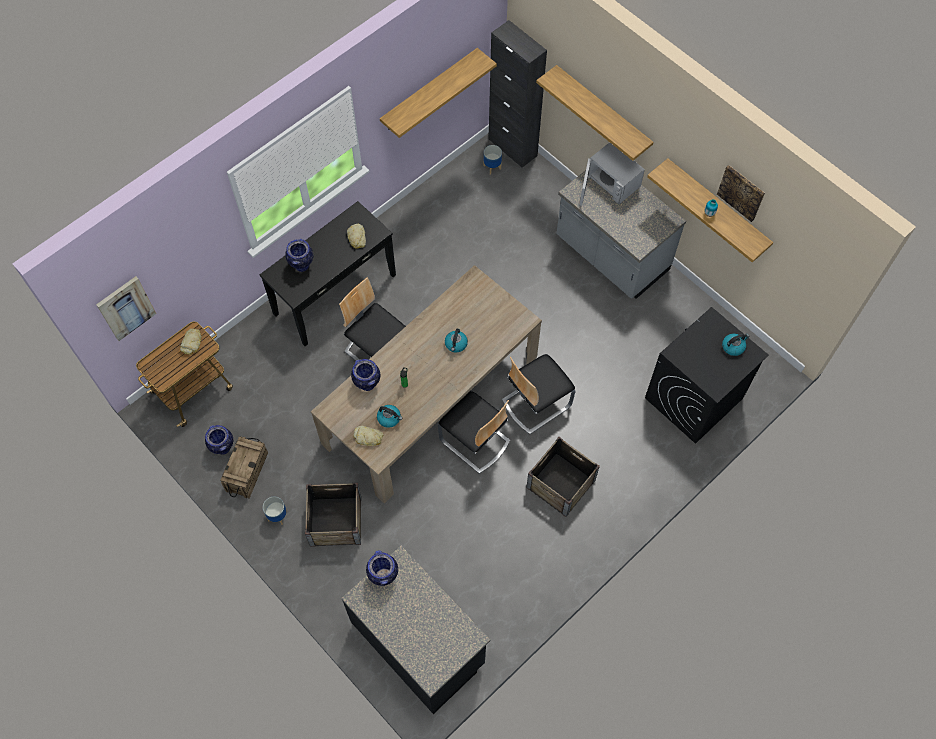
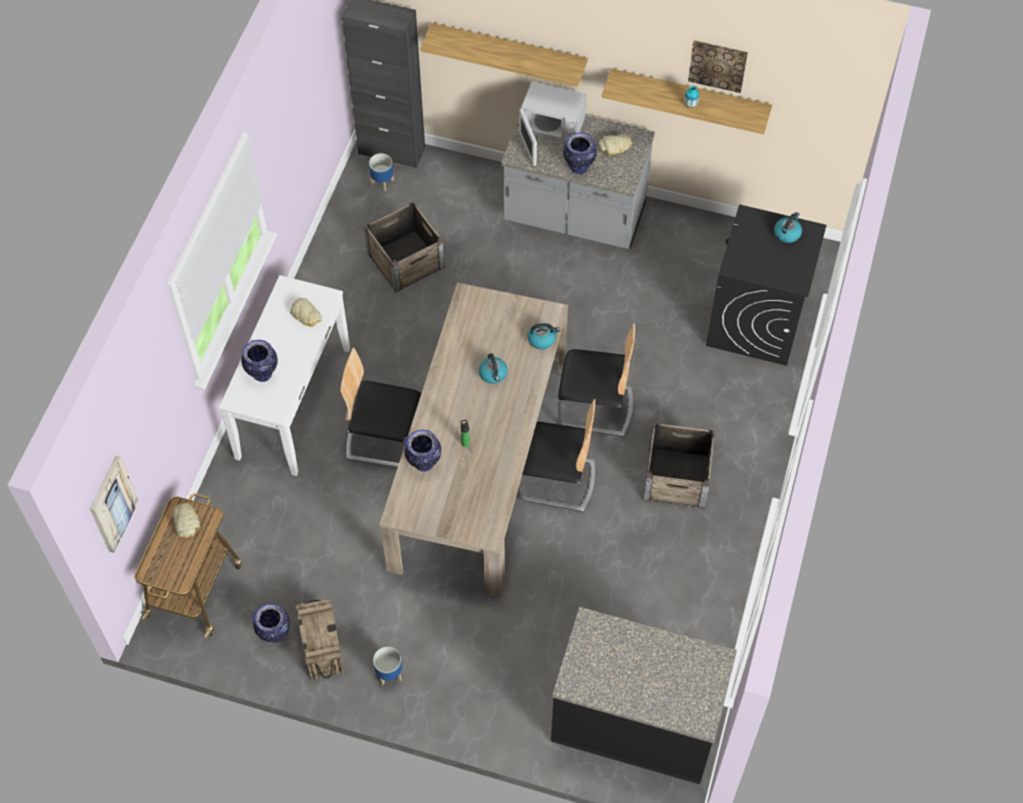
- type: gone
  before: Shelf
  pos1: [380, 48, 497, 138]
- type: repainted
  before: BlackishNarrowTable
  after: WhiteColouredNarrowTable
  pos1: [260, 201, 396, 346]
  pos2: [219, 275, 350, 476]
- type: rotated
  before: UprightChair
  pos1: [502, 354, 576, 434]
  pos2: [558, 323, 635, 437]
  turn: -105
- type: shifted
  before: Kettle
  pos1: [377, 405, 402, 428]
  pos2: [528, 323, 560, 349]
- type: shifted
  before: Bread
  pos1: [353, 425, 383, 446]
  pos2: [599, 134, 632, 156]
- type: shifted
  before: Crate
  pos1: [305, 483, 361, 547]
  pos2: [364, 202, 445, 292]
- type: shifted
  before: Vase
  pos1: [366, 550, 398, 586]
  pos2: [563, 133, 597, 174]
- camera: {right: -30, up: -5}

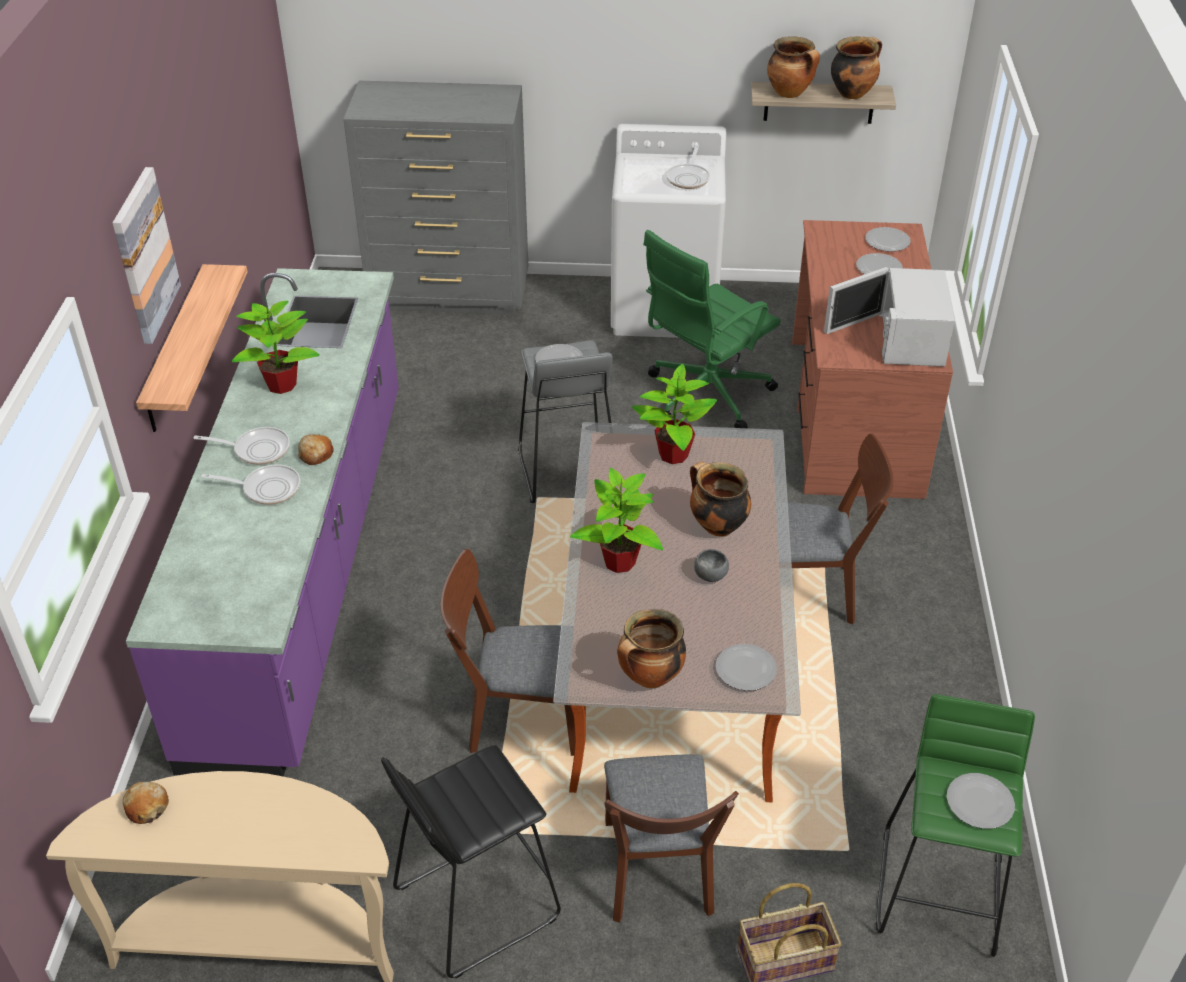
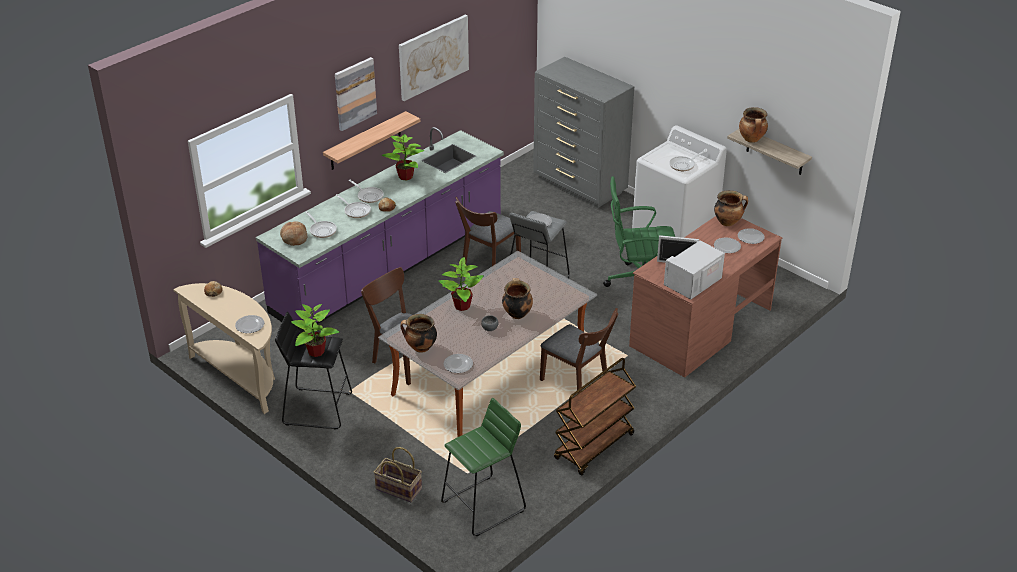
- type: shifted
  before: Stockpot
  pos1: [831, 36, 882, 99]
  pos2: [714, 190, 748, 226]
- type: shifted
  before: PottedPlant
  pos1: [632, 364, 717, 464]
  pos2: [291, 304, 339, 357]
- type: shifted
  before: BrownColouredUprightChair
  pos1: [604, 754, 739, 923]
  pos2: [455, 197, 521, 266]
- type: shifted
  before: DinnerPlate
  pos1: [947, 773, 1015, 829]
  pos2: [235, 315, 264, 333]
- type: new
  after: Picture
  pos2: [399, 15, 469, 101]
- type: new
  after: Skillet
  pos2: [306, 211, 337, 238]
- type: new
  after: Bread
  pos2: [280, 221, 307, 246]
- type: new
  after: BrownColouredTrolley
  pos2: [554, 358, 636, 476]
- camera: {right: 40, up: -5}

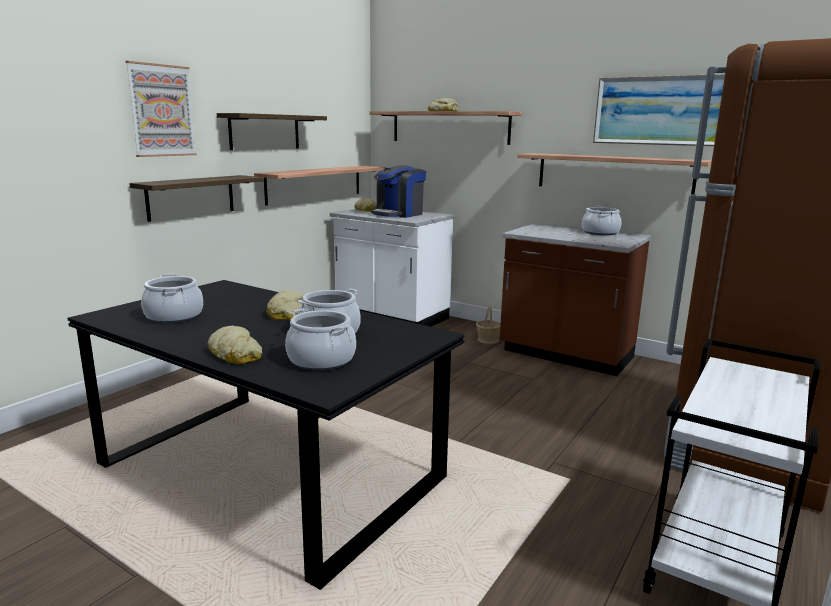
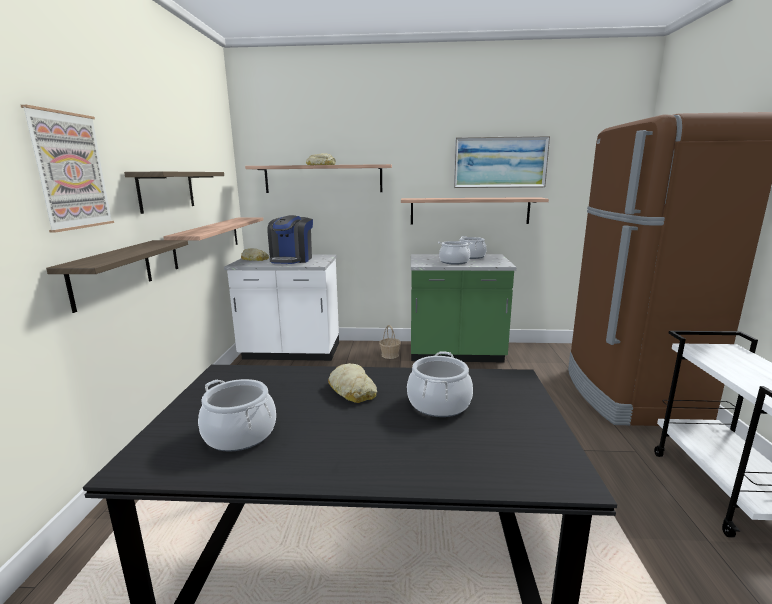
- type: repainted
  before: BrownColouredKitchenCounter
  after: GreenishKitchenCounter
  pos1: [500, 223, 651, 376]
  pos2: [411, 254, 517, 362]
- type: shifted
  before: Stockpot
  pos1: [285, 309, 356, 371]
  pos2: [438, 241, 472, 265]
- type: gone
  before: Bread
  pos1: [207, 326, 262, 364]
- camera: {right: -30, up: 0}

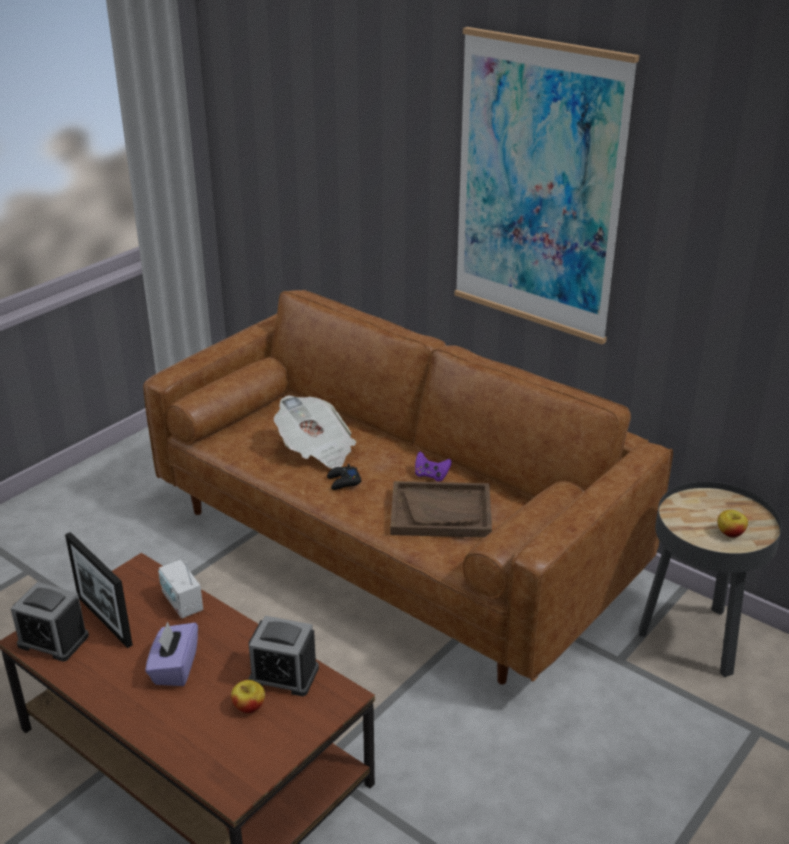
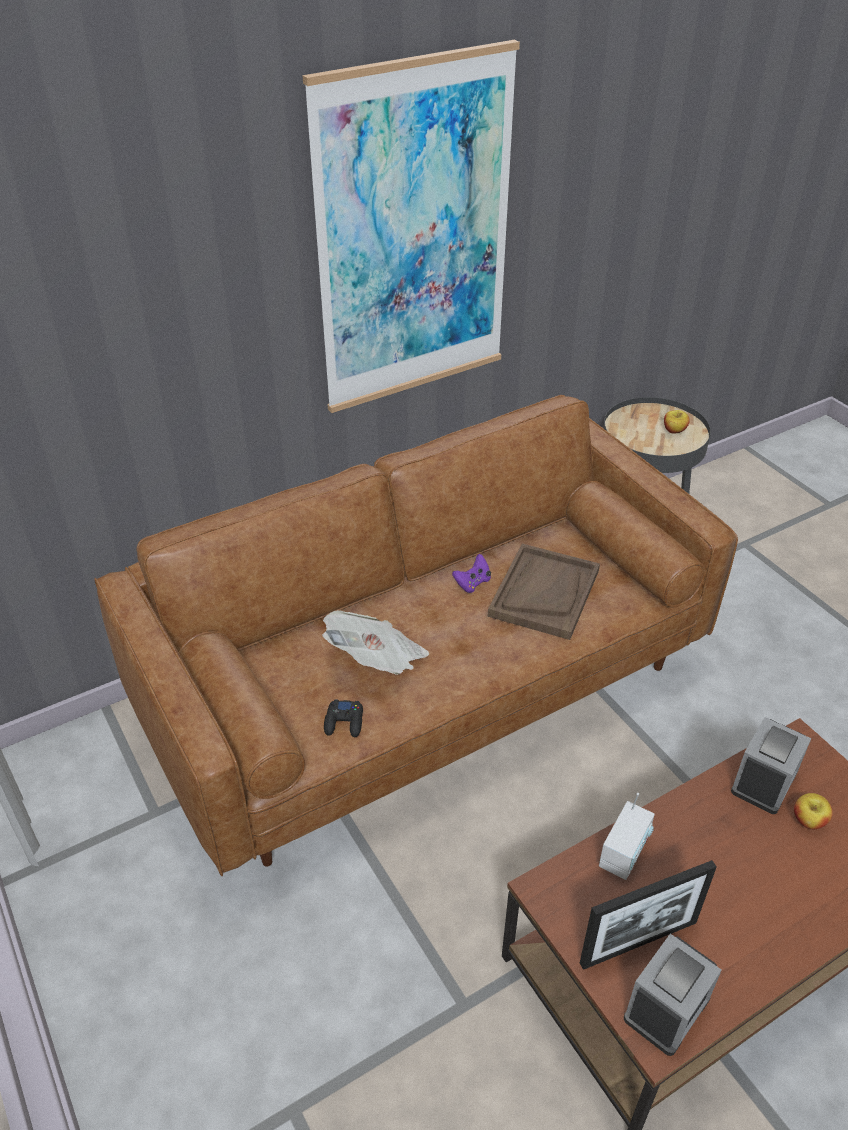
- type: shifted
  before: BlackishGamepad
  pos1: [327, 464, 361, 490]
  pos2: [324, 699, 363, 737]
- type: rotated
  before: RadioReceiver
  pos1: [158, 560, 203, 618]
  pos2: [599, 793, 655, 880]
  turn: -45
- type: gone
  before: PurpleTissueHolder
  pos1: [145, 622, 198, 686]
- camera: {right: -70, up: 10}

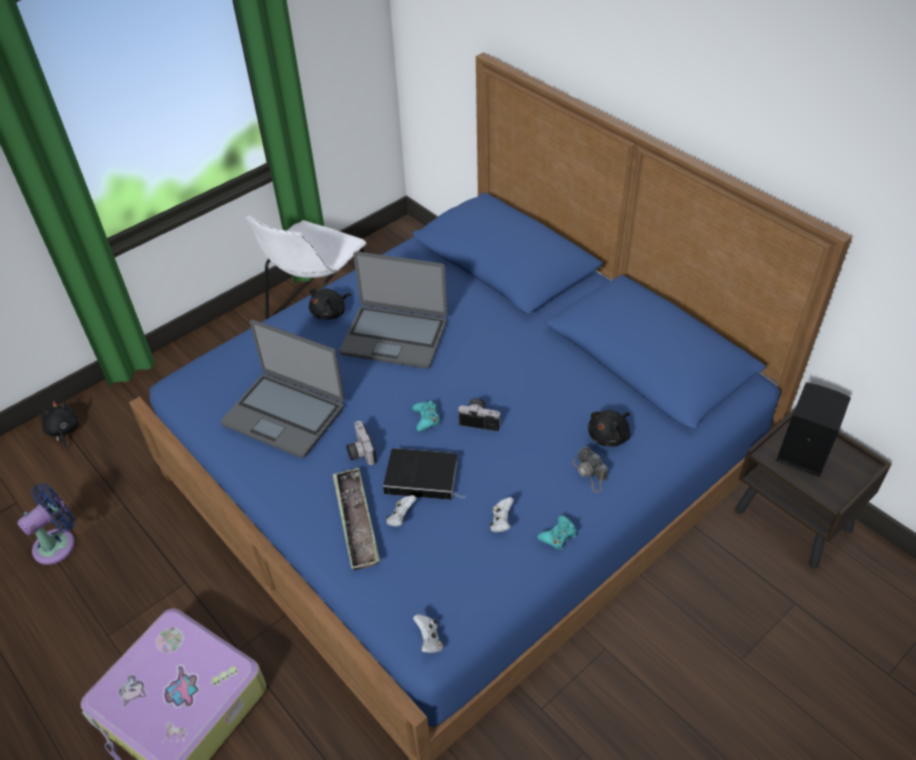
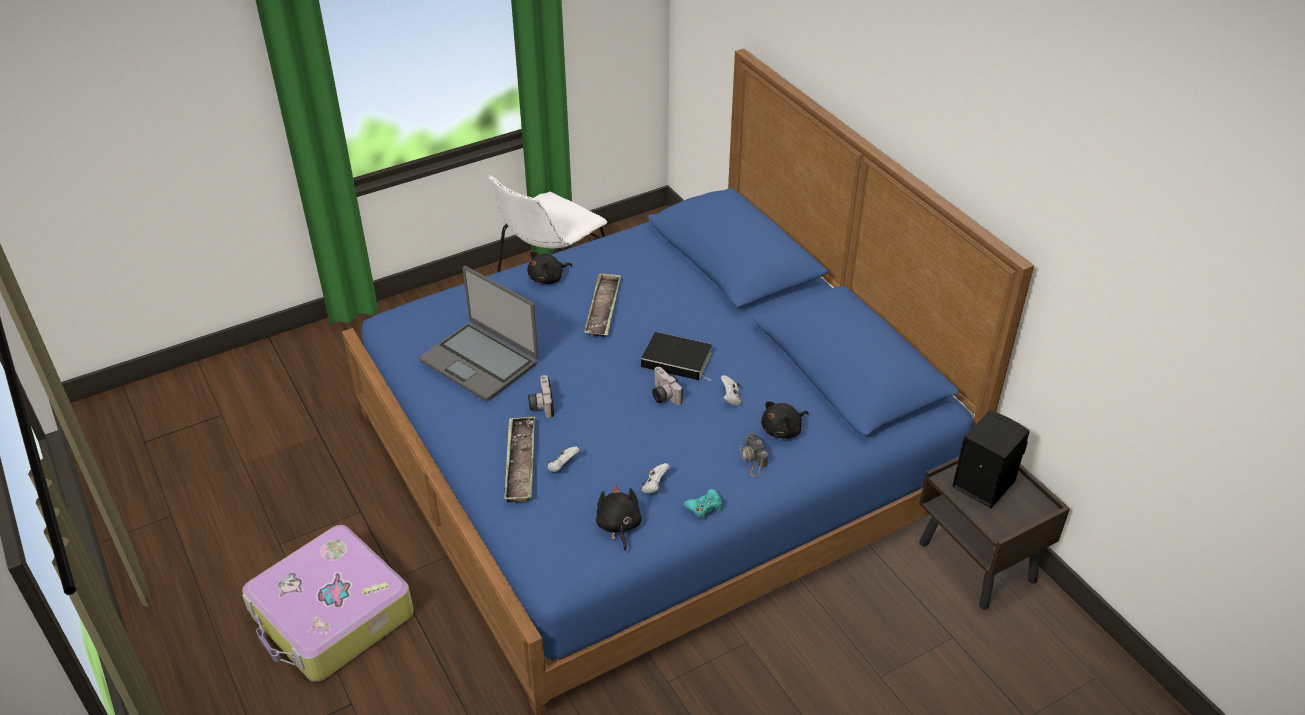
- type: swapped
  before: Laptop
  after: ServingTray
  pos1: [339, 251, 447, 369]
  pos2: [584, 273, 621, 337]
- type: rotated
  before: StillCamera
  pos1: [458, 398, 500, 431]
  pos2: [652, 367, 683, 405]
  turn: -150
- type: shifted
  before: BlackishCuddlyToy
  pos1: [41, 401, 79, 448]
  pos2: [596, 484, 642, 551]
- type: gone
  before: BlueGreenGamepad
  pos1: [412, 401, 440, 431]
- type: shifted
  before: Volume
  pos1: [383, 448, 466, 500]
  pos2: [641, 332, 712, 381]
- type: gone
  before: BlueColouredCoolingFan
  pos1: [17, 483, 75, 565]
- type: shifted
  before: WhiteColouredGamepad
  pos1: [413, 614, 443, 653]
  pos2: [721, 375, 741, 406]
- camera: {right: 10, up: -5}

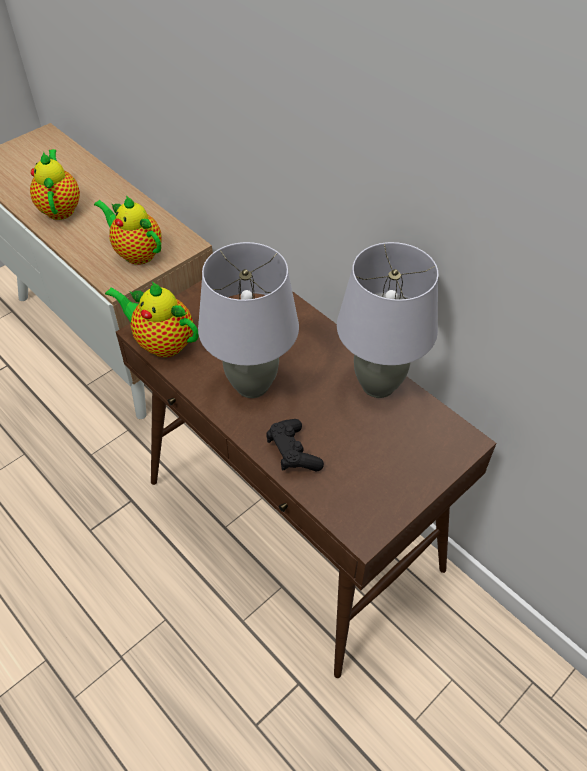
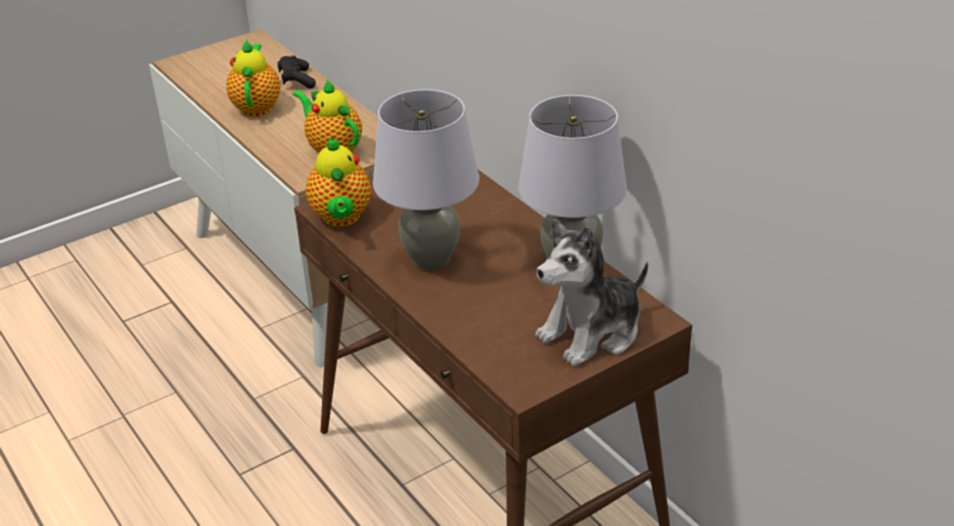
- type: rotated
  before: PotForTea
  pos1: [105, 282, 199, 357]
  pos2: [306, 137, 371, 227]
  turn: -135
- type: shifted
  before: BlackishGamepad
  pos1: [266, 419, 324, 471]
  pos2: [277, 55, 316, 89]
- type: new
  after: CuddlyToy
  pos2: [535, 219, 648, 367]
- camera: {right: 10, up: -15}

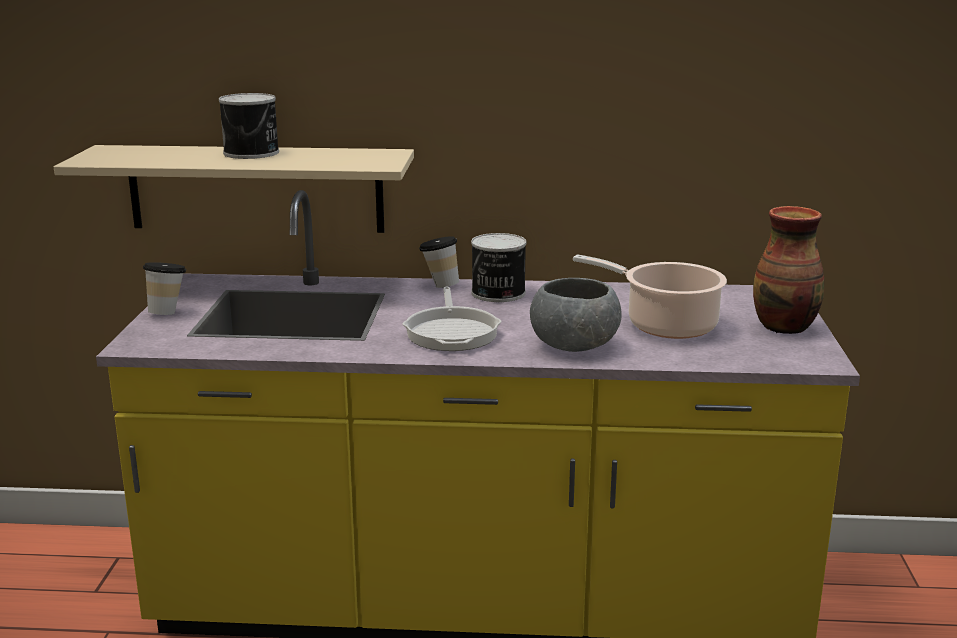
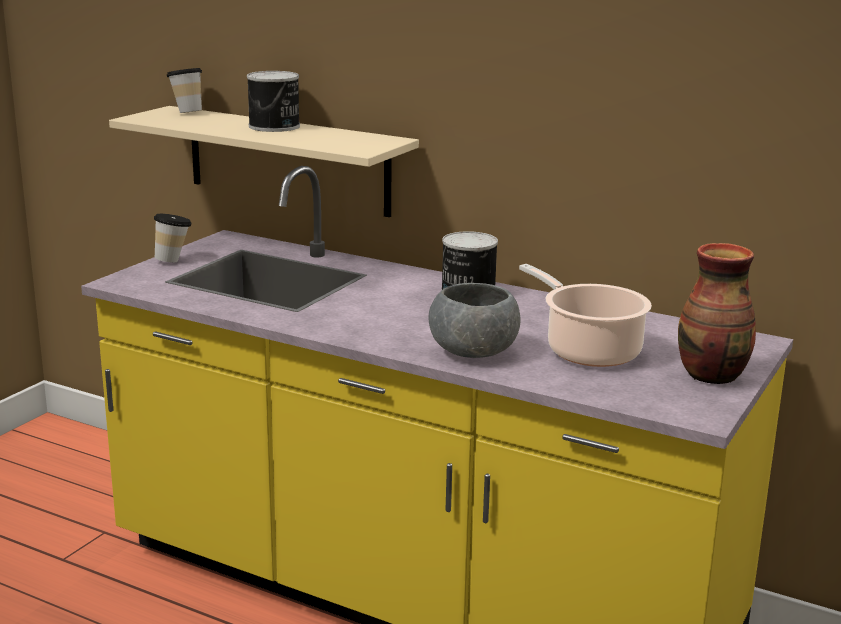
- type: shifted
  before: DrinkingCup
  pos1: [419, 236, 459, 288]
  pos2: [167, 68, 202, 113]
- type: gone
  before: Skillet
  pos1: [402, 286, 502, 351]
- camera: {right: 25, up: 0}

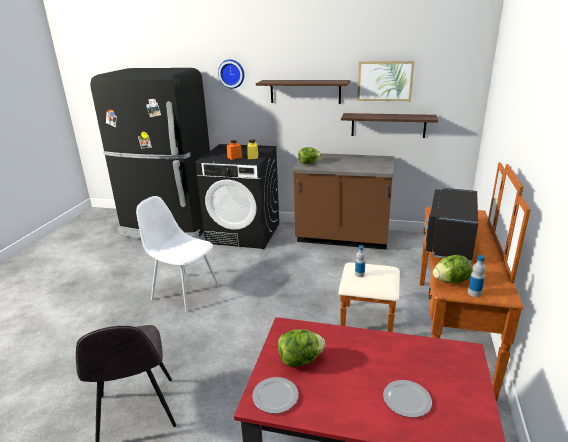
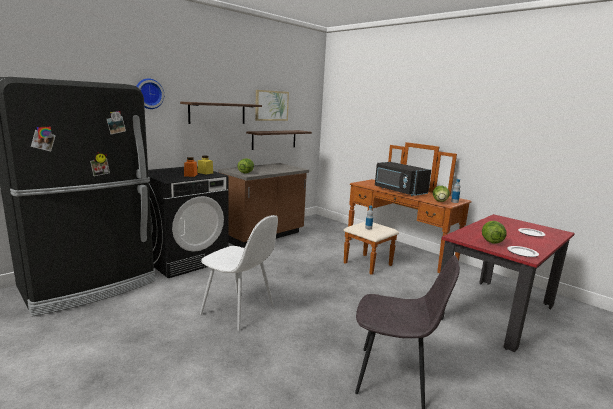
- type: rotated
  before: WhiteColouredUprightChair
  pos1: [136, 196, 219, 312]
  pos2: [200, 215, 278, 331]
  turn: -120
- camera: {right: -60, up: -10}

